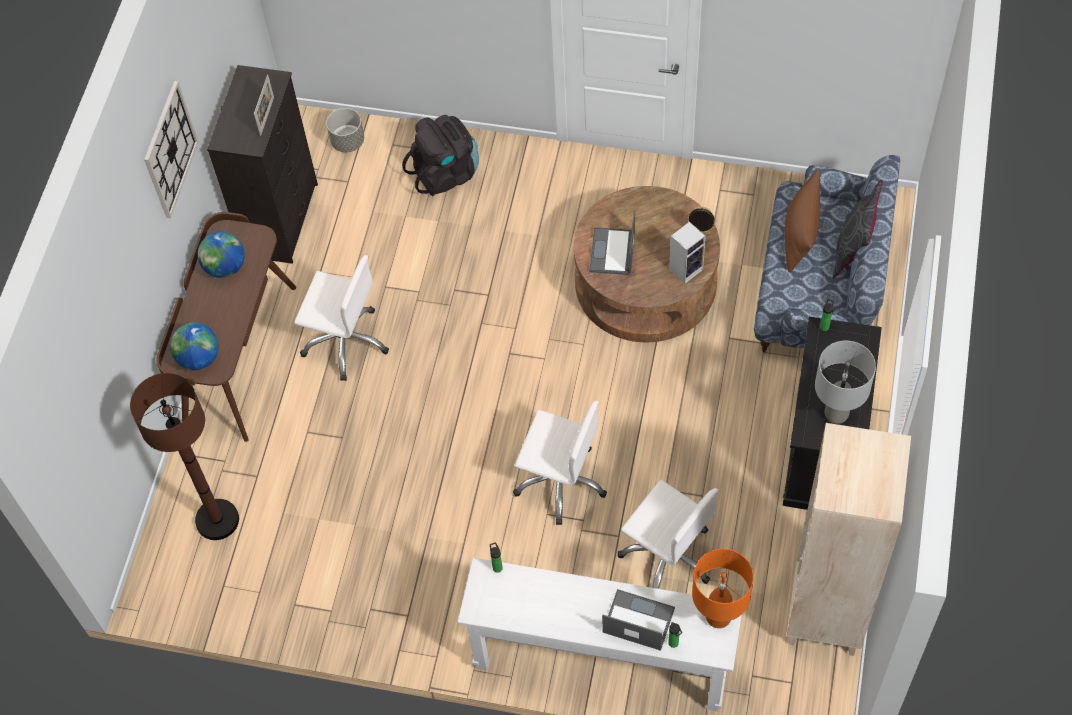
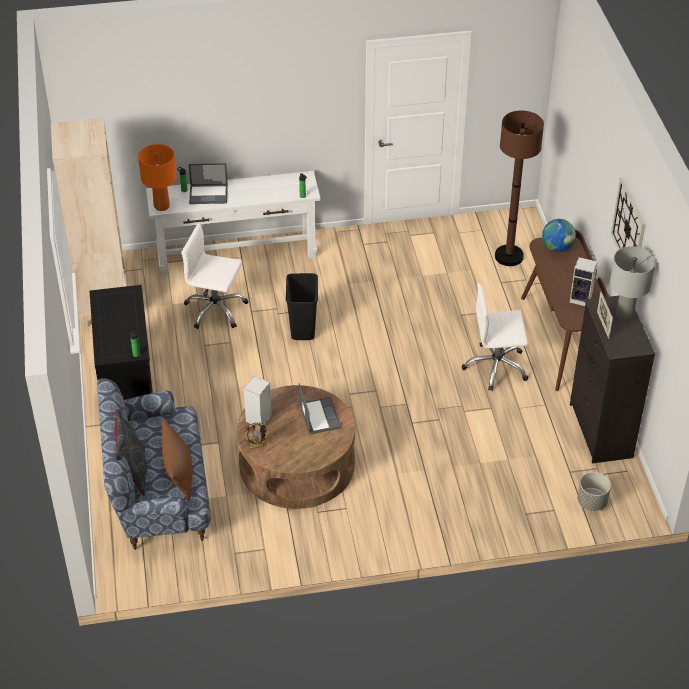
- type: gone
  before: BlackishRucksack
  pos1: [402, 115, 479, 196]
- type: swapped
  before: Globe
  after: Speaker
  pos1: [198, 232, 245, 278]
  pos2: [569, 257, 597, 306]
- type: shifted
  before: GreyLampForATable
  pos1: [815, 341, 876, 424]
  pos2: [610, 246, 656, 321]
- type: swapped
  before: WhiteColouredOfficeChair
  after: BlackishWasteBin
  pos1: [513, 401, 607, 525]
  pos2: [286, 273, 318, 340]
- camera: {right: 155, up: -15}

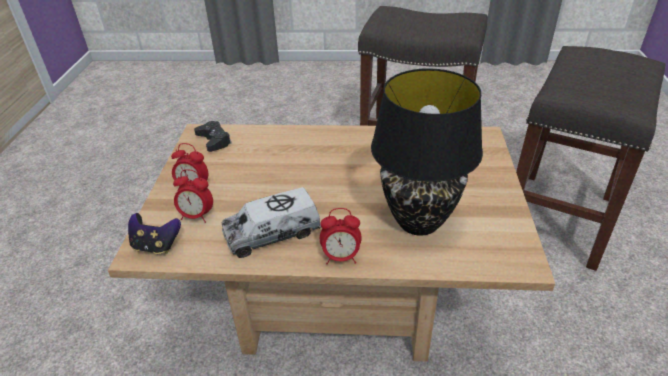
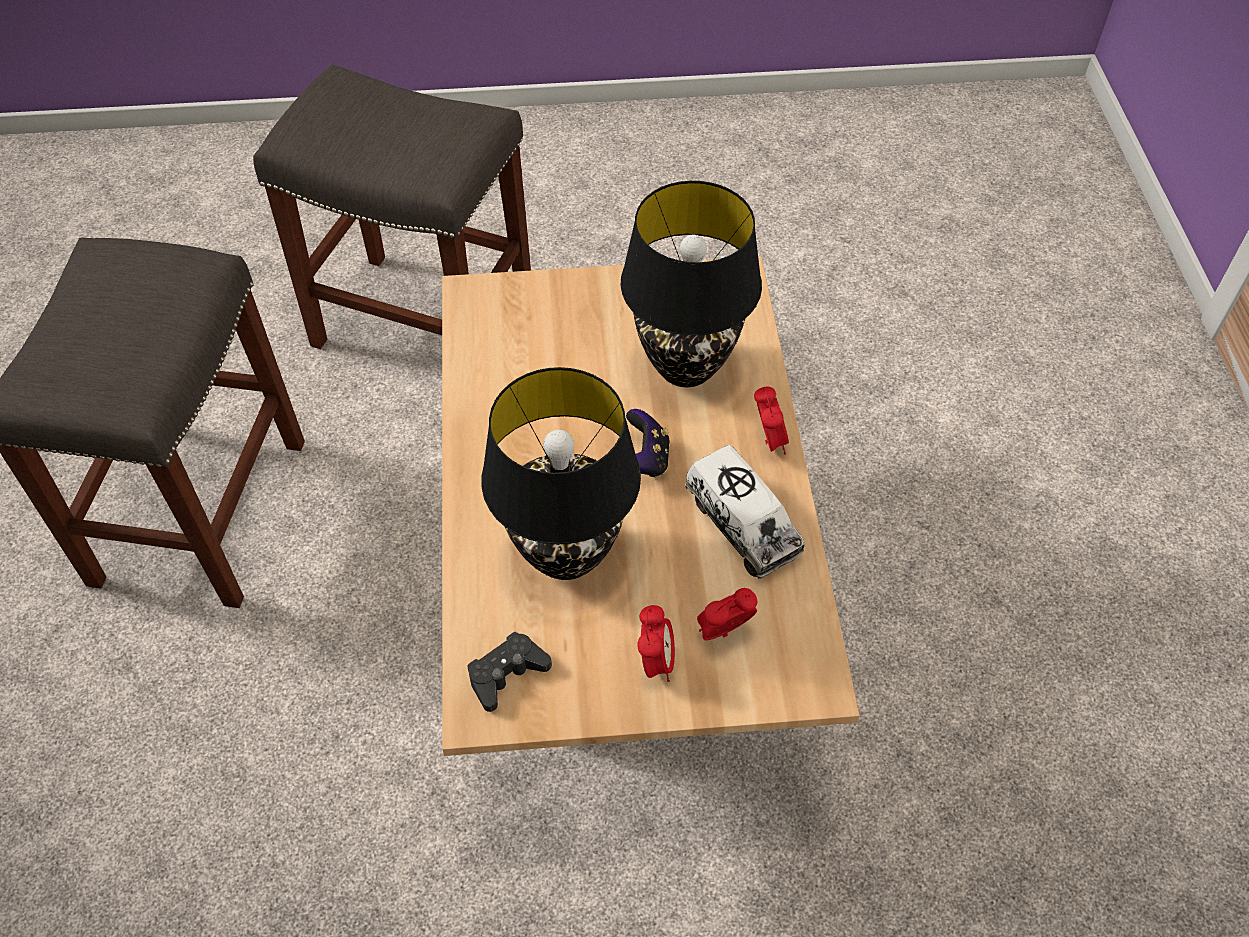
- type: rotated
  before: BedsideClock
  pos1: [173, 169, 213, 223]
  pos2: [697, 588, 757, 640]
  turn: -120
- type: shifted
  before: Gamepad
  pos1: [128, 213, 181, 254]
  pos2: [626, 409, 670, 478]
- type: new
  after: BlackishLampForATable
  pos2: [482, 367, 641, 580]
- camera: {right: -100, up: 15}

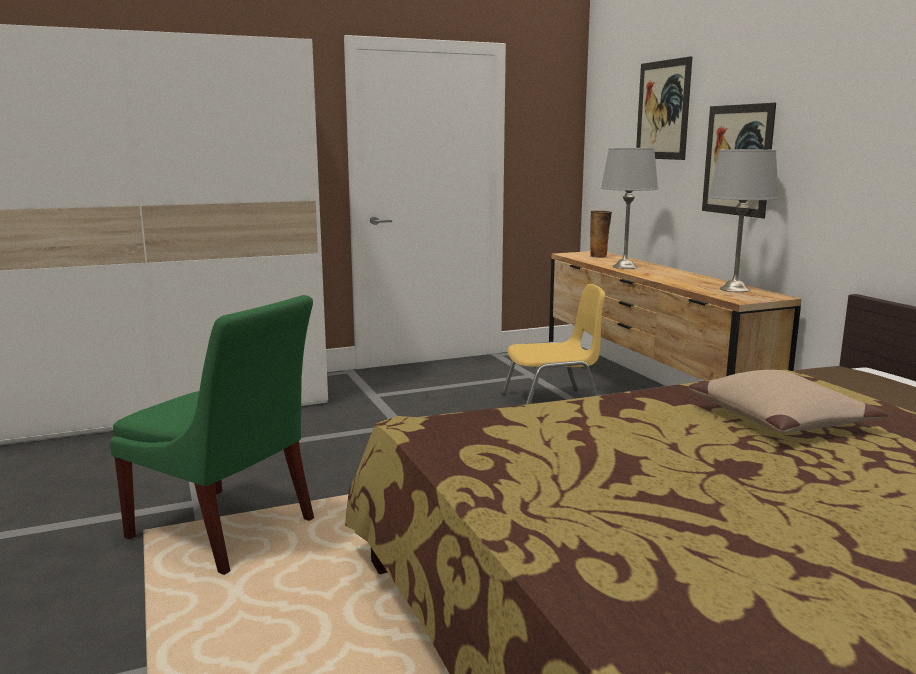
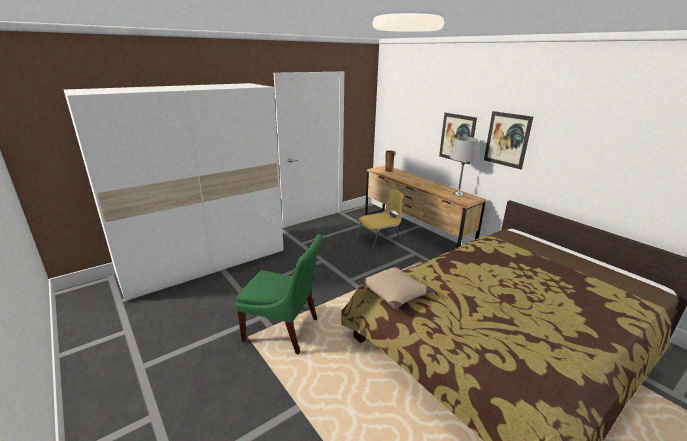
- type: shifted
  before: Picture
  pos1: [636, 56, 693, 160]
  pos2: [484, 111, 533, 170]
- type: gone
  before: GreyLampForATable
  pos1: [601, 148, 658, 269]
- type: shifted
  before: BeigeCushion
  pos1: [689, 370, 888, 433]
  pos2: [358, 266, 435, 310]
- camera: {right: -15, up: 10}

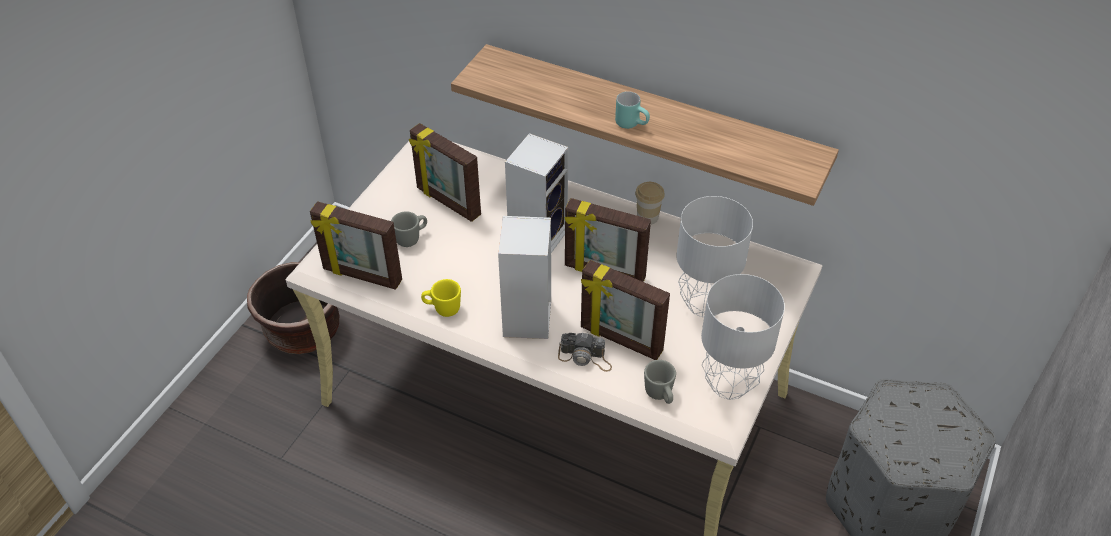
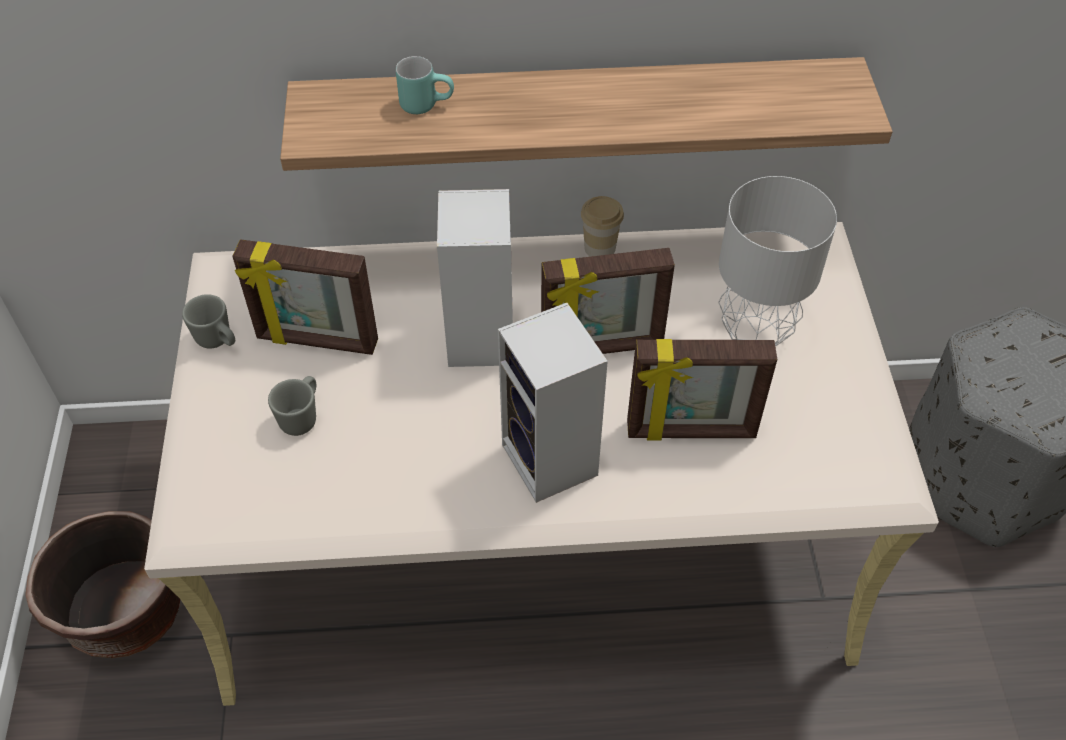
- type: shifted
  before: BlueGreenCoffeeMug
  pos1: [615, 91, 650, 129]
  pos2: [396, 56, 454, 114]
- type: gone
  before: PictureFrame
  pos1: [310, 201, 402, 290]
- type: gone
  before: GreyLampForATable
  pos1: [701, 274, 785, 400]
- type: gone
  before: YellowCoffeeMug
  pos1: [421, 279, 461, 317]
- type: gone
  before: StillCamera
  pos1: [558, 332, 612, 372]
- type: shifted
  before: GreyCoffeeMug
  pos1: [644, 360, 676, 404]
  pos2: [182, 294, 235, 349]
- camera: {right: -30, up: 5}

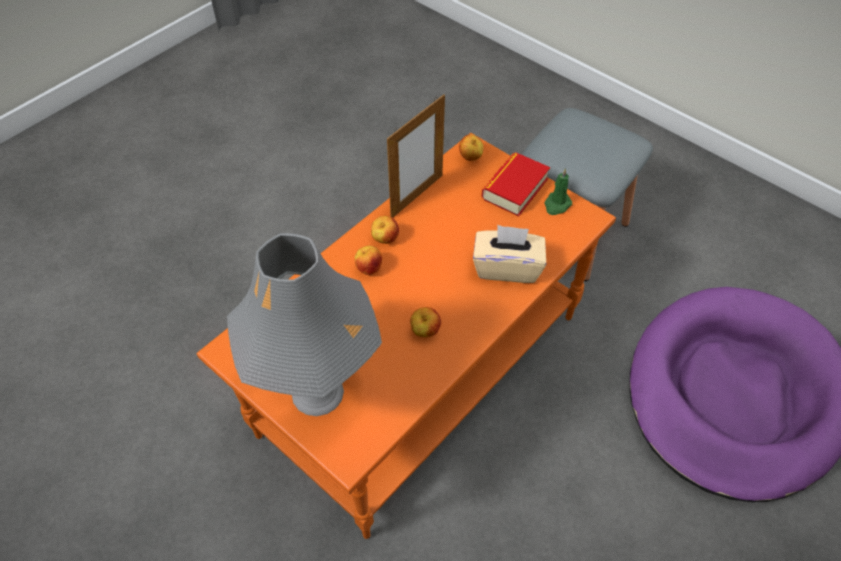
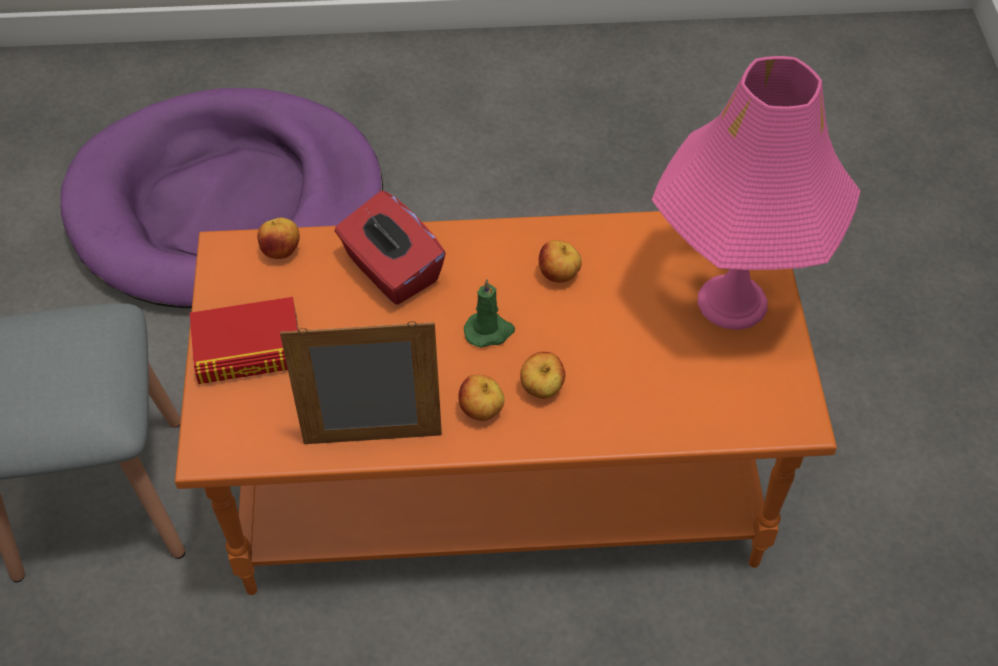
- type: shifted
  before: Apple
  pos1: [459, 134, 483, 161]
  pos2: [257, 217, 300, 259]
- type: shifted
  before: GreenishCandle
  pos1: [545, 168, 572, 215]
  pos2: [464, 279, 515, 348]
- type: repainted
  before: BeigeTissueHolder
  after: RedColouredTissueHolder
  pos1: [473, 225, 546, 283]
  pos2: [335, 191, 446, 305]
- type: repainted
  before: GreyLampForATable
  after: PinkColouredLampForATable
  pos1: [227, 233, 382, 416]
  pos2: [652, 56, 860, 330]
- camera: {right: -135, up: 0}

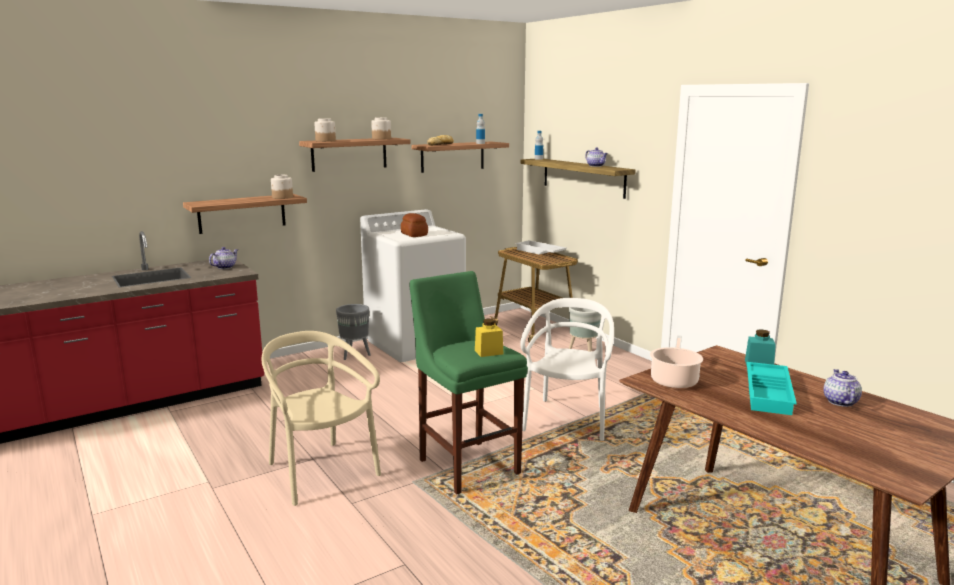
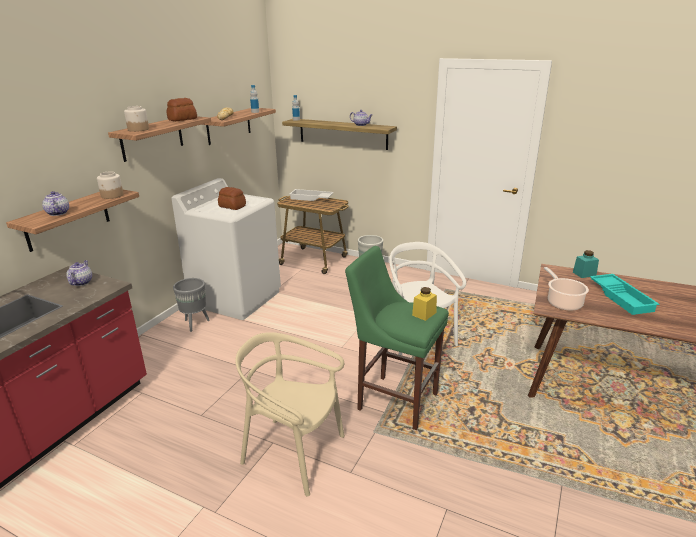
- type: swapped
  before: Jar
  after: Bread
  pos1: [371, 117, 391, 139]
  pos2: [167, 98, 197, 121]
- type: shifted
  before: PotForTea
  pos1: [824, 369, 862, 407]
  pos2: [42, 191, 69, 216]
- camera: {right: -30, up: 10}

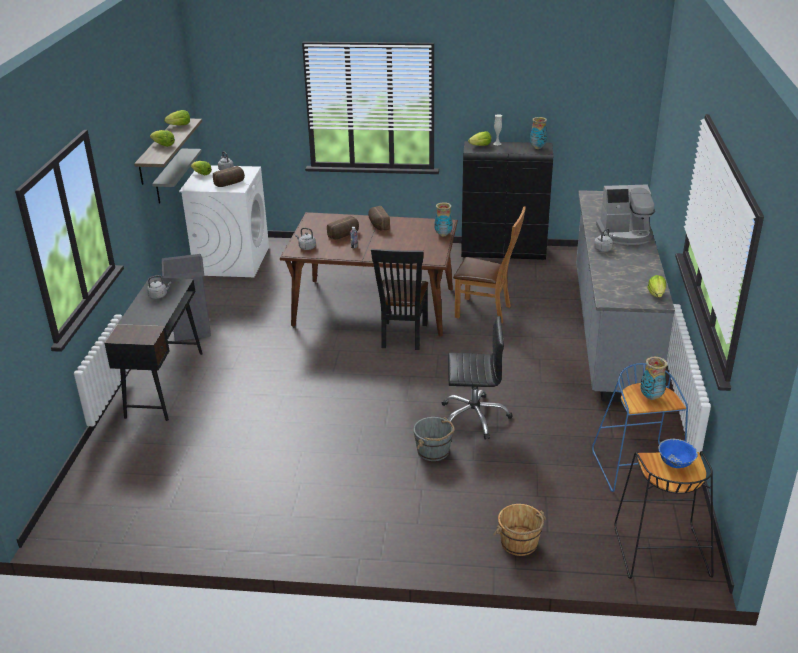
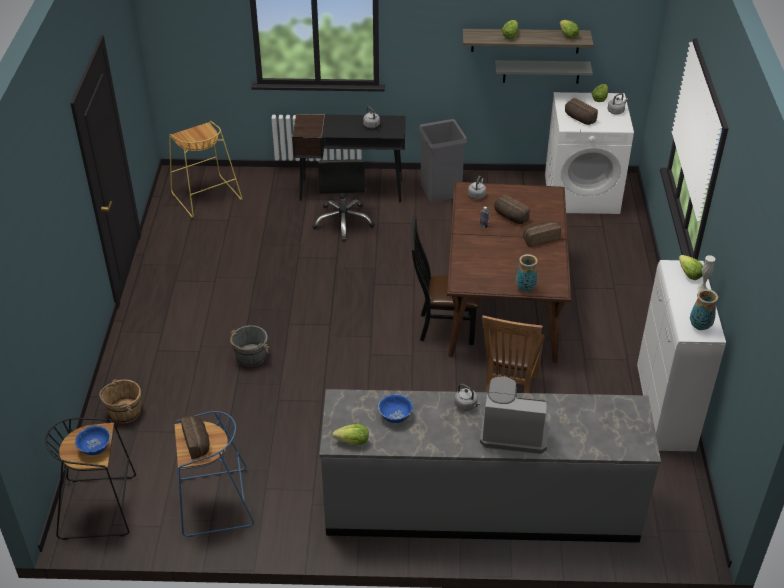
- type: repainted
  before: BlackishStorageCabinet
  after: WhiteColouredStorageCabinet
  pos1: [461, 141, 554, 260]
  pos2: [637, 260, 726, 451]
- type: rotated
  before: CoffeeMachine
  pos1: [596, 185, 655, 245]
  pos2: [480, 377, 549, 454]
  turn: 105
- type: shifted
  before: BlackishOfficeChair
  pos1: [442, 316, 513, 440]
  pos2: [312, 159, 375, 241]
- type: swapped
  before: Vase
  after: Bread
  pos1: [640, 357, 667, 400]
  pos2: [181, 416, 210, 459]
- type: new
  after: YellowStool
  pos2: [169, 121, 242, 218]
- type: new
  after: BlueColouredBowl
  pos2: [378, 394, 413, 423]
- camera: {right: 85, up: 10}

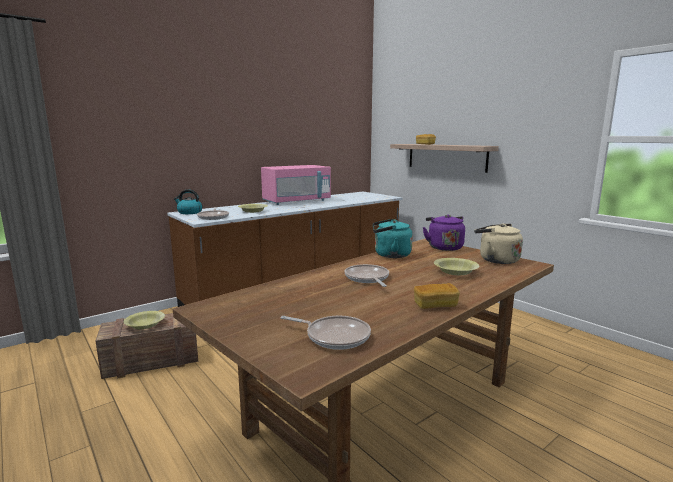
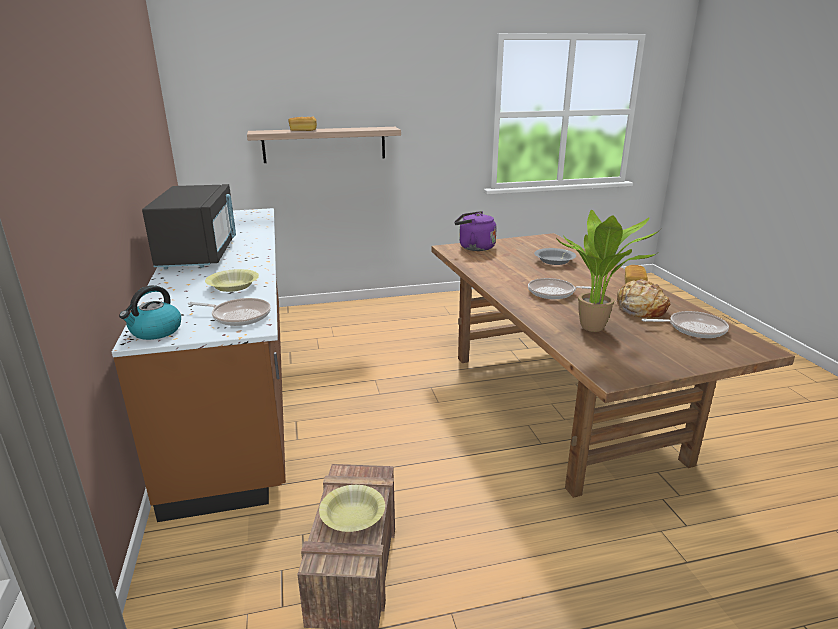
- type: repainted
  before: PinkColouredKitchenMicrowave
  after: BlackishKitchenMicrowave
  pos1: [261, 165, 331, 205]
  pos2: [142, 184, 236, 269]
- type: gone
  before: BlueGreenKettle
  pos1: [373, 219, 413, 258]
- type: gone
  before: BeigeKettle
  pos1: [474, 223, 523, 264]
- type: repainted
  before: YellowBowl
  after: GreyBowl
  pos1: [434, 258, 480, 275]
  pos2: [534, 248, 576, 265]
- type: rotated
  before: Skillet
  pos1: [281, 316, 371, 350]
  pos2: [642, 311, 729, 338]
  turn: 45
- type: new
  after: PottedPlant
  pos2: [556, 210, 659, 332]
- type: new
  after: Bread
  pos2: [614, 279, 670, 318]
- camera: {right: -65, up: 10}

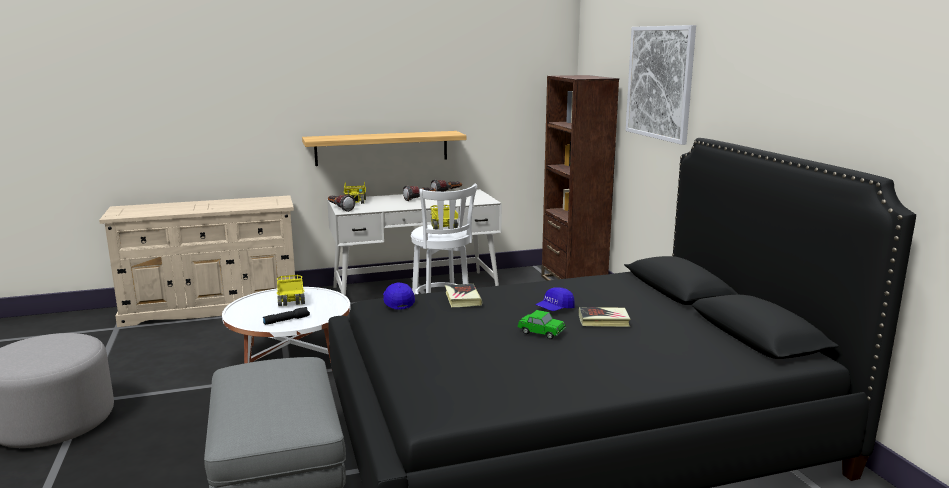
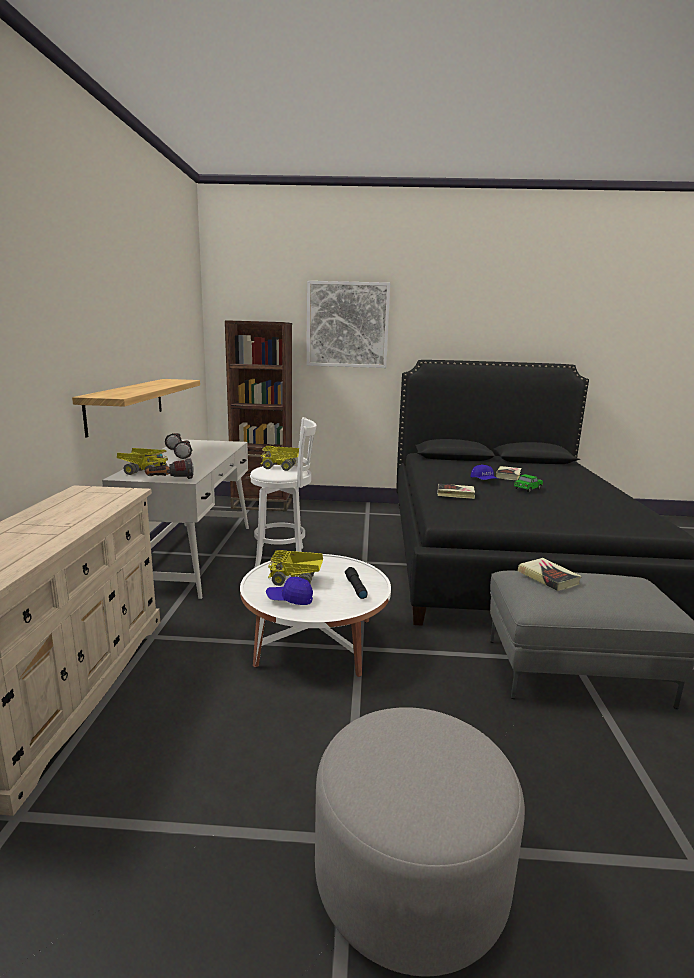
- type: shifted
  before: BlueColouredBaseballCap
  pos1: [383, 282, 415, 310]
  pos2: [266, 577, 313, 605]
- type: new
  after: Volume
  pos2: [518, 558, 582, 591]
- camera: {right: -70, up: 0}

